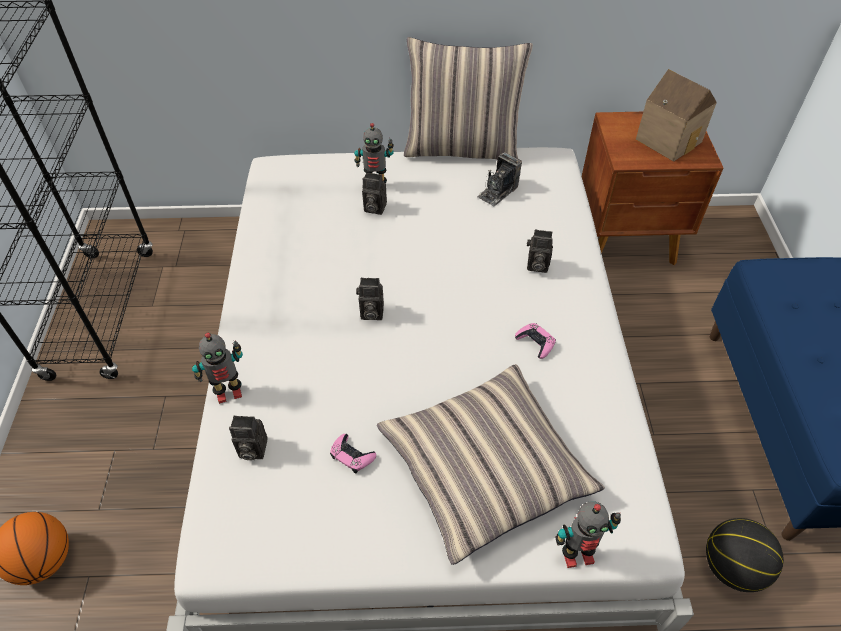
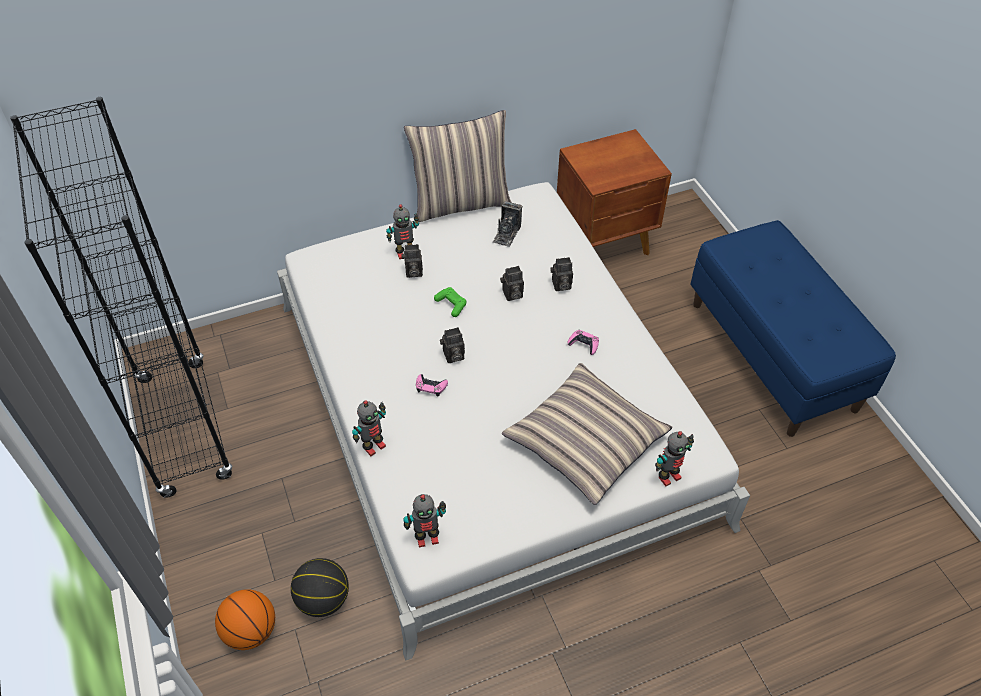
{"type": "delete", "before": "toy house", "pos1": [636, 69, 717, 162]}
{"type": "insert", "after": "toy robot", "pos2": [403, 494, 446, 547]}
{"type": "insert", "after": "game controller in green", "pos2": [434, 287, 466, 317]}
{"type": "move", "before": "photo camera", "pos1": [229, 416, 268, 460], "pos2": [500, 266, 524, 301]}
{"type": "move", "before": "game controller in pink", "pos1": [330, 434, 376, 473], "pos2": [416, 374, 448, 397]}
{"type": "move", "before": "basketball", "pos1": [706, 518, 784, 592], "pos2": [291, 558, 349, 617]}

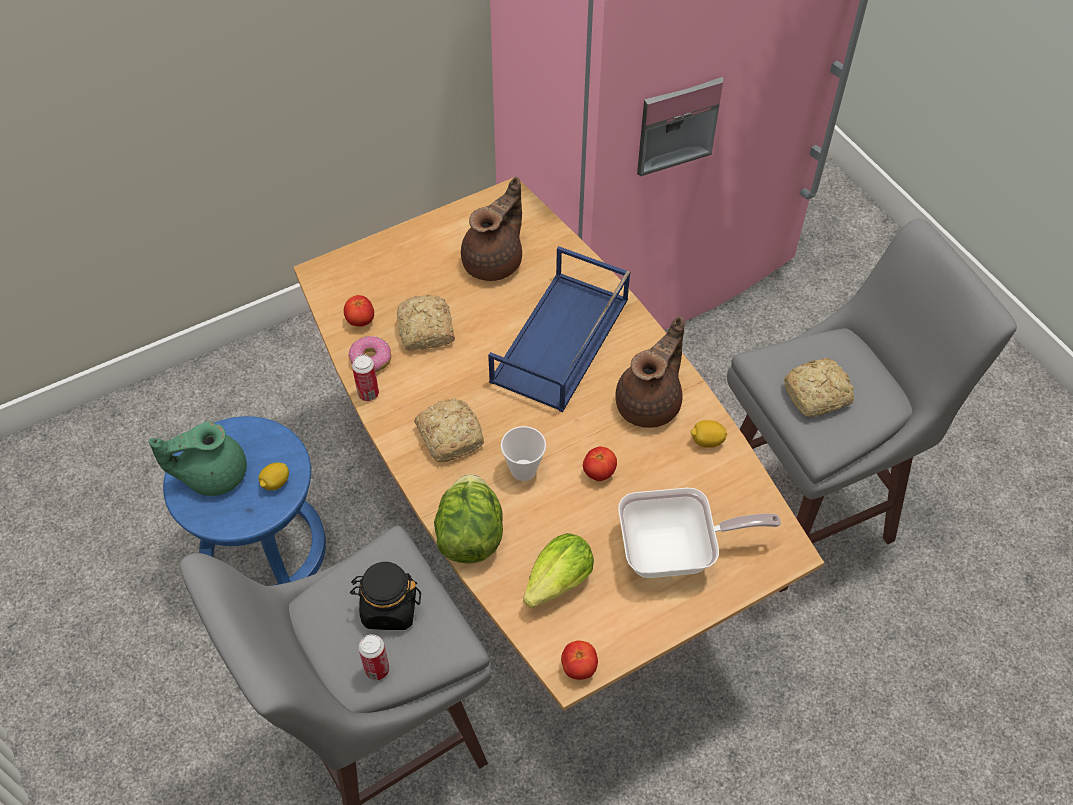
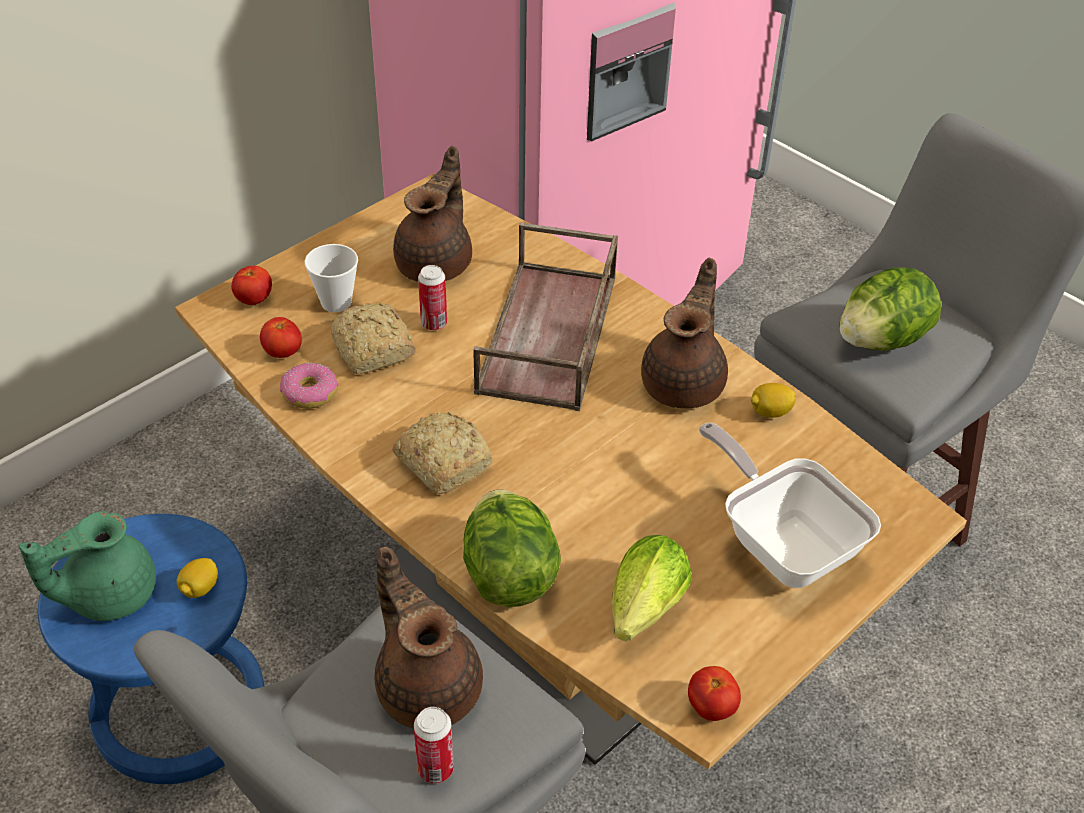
{"type": "move", "before": "can", "pos1": [352, 355, 379, 401], "pos2": [418, 265, 447, 330]}
{"type": "move", "before": "cup", "pos1": [501, 426, 546, 481], "pos2": [305, 244, 358, 312]}
{"type": "move", "before": "tomato", "pos1": [583, 447, 617, 481], "pos2": [231, 266, 272, 305]}
{"type": "replace", "before": "jar in black", "after": "teapot in brown", "pos1": [350, 562, 421, 630], "pos2": [375, 547, 483, 728]}
{"type": "replace", "before": "bread", "after": "lettuce", "pos1": [784, 358, 854, 417], "pos2": [840, 267, 941, 351]}
{"type": "recolor", "before": "tray in blue", "after": "tray in brown", "pos1": [488, 246, 630, 412], "pos2": [473, 223, 618, 411]}
{"type": "rotate", "before": "frying pan", "pos1": [618, 488, 781, 578], "pos2": [699, 423, 881, 588], "turn": -105}

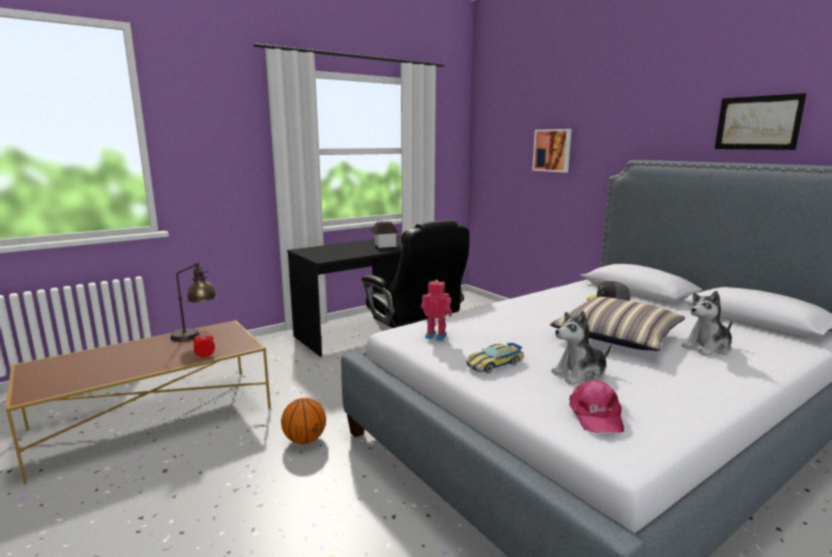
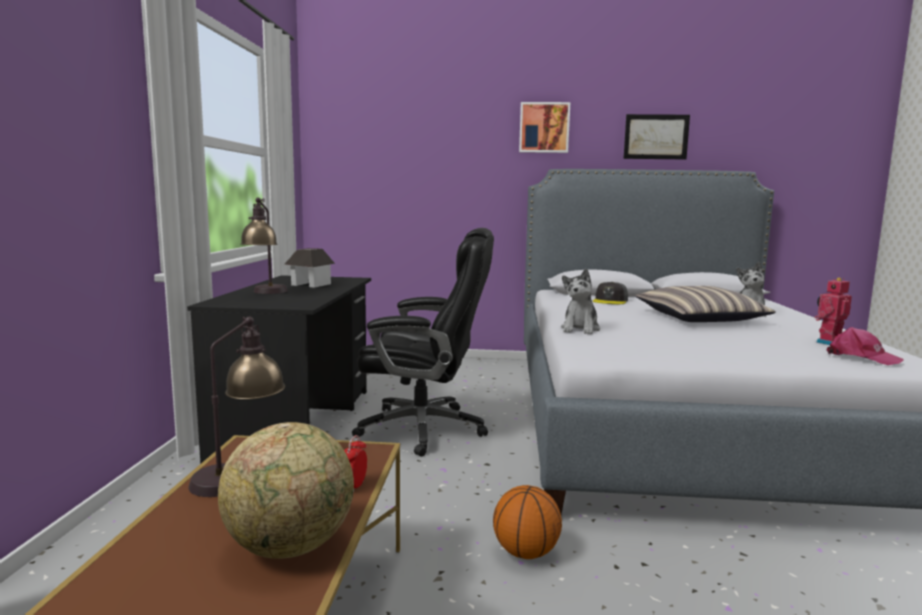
{"type": "delete", "before": "toy car", "pos1": [466, 343, 524, 373]}
{"type": "insert", "after": "globe", "pos2": [218, 422, 354, 559]}
{"type": "insert", "after": "table lamp", "pos2": [241, 197, 288, 294]}
{"type": "move", "before": "toy robot", "pos1": [421, 280, 452, 341], "pos2": [815, 278, 852, 345]}
{"type": "move", "before": "picture", "pos1": [532, 129, 572, 173], "pos2": [519, 102, 570, 153]}
{"type": "move", "before": "plush toy", "pos1": [551, 311, 612, 385], "pos2": [561, 269, 600, 334]}

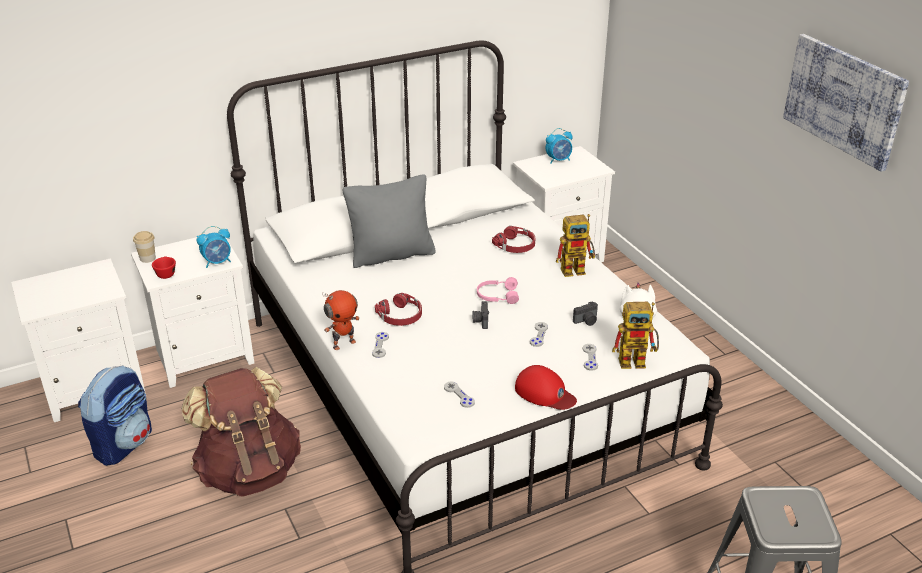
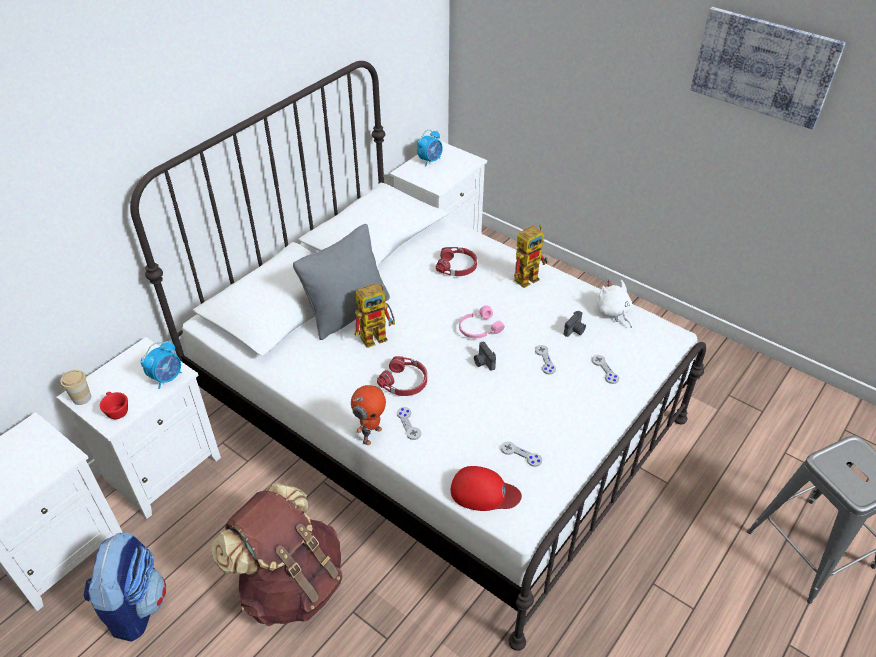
{"type": "move", "before": "cap in red", "pos1": [515, 365, 577, 410], "pos2": [451, 466, 522, 511]}
{"type": "move", "before": "toy robot", "pos1": [612, 302, 659, 369], "pos2": [355, 283, 395, 348]}

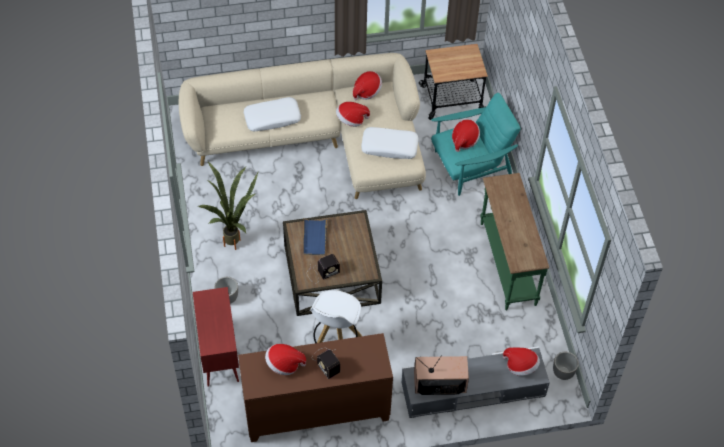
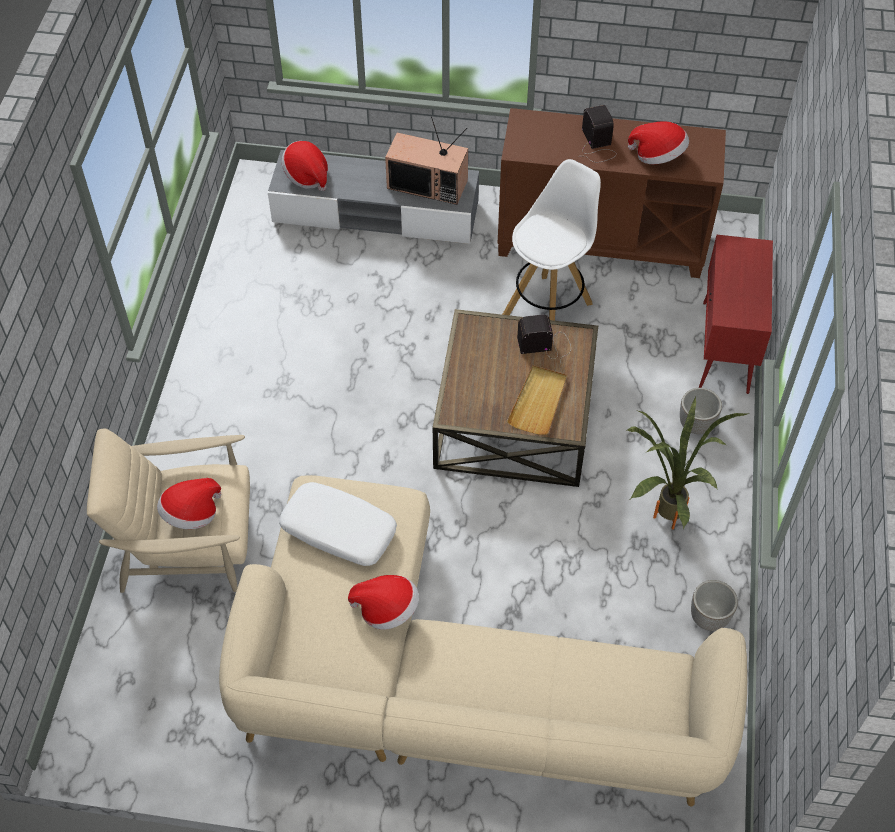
{"type": "delete", "before": "pillow in white", "pos1": [244, 97, 301, 131]}
{"type": "delete", "before": "hat", "pos1": [353, 71, 382, 100]}
{"type": "delete", "before": "cart", "pos1": [419, 44, 488, 120]}
{"type": "delete", "before": "console table in green", "pos1": [480, 173, 549, 310]}
{"type": "move", "before": "planter", "pos1": [553, 352, 579, 380], "pos2": [691, 580, 738, 631]}
{"type": "recolor", "before": "tray in blue", "after": "tray in beige", "pos1": [304, 218, 328, 255], "pos2": [507, 365, 567, 435]}
{"type": "recolor", "before": "armchair in turquoise", "after": "armchair in beige", "pos1": [431, 93, 521, 196], "pos2": [87, 429, 250, 593]}

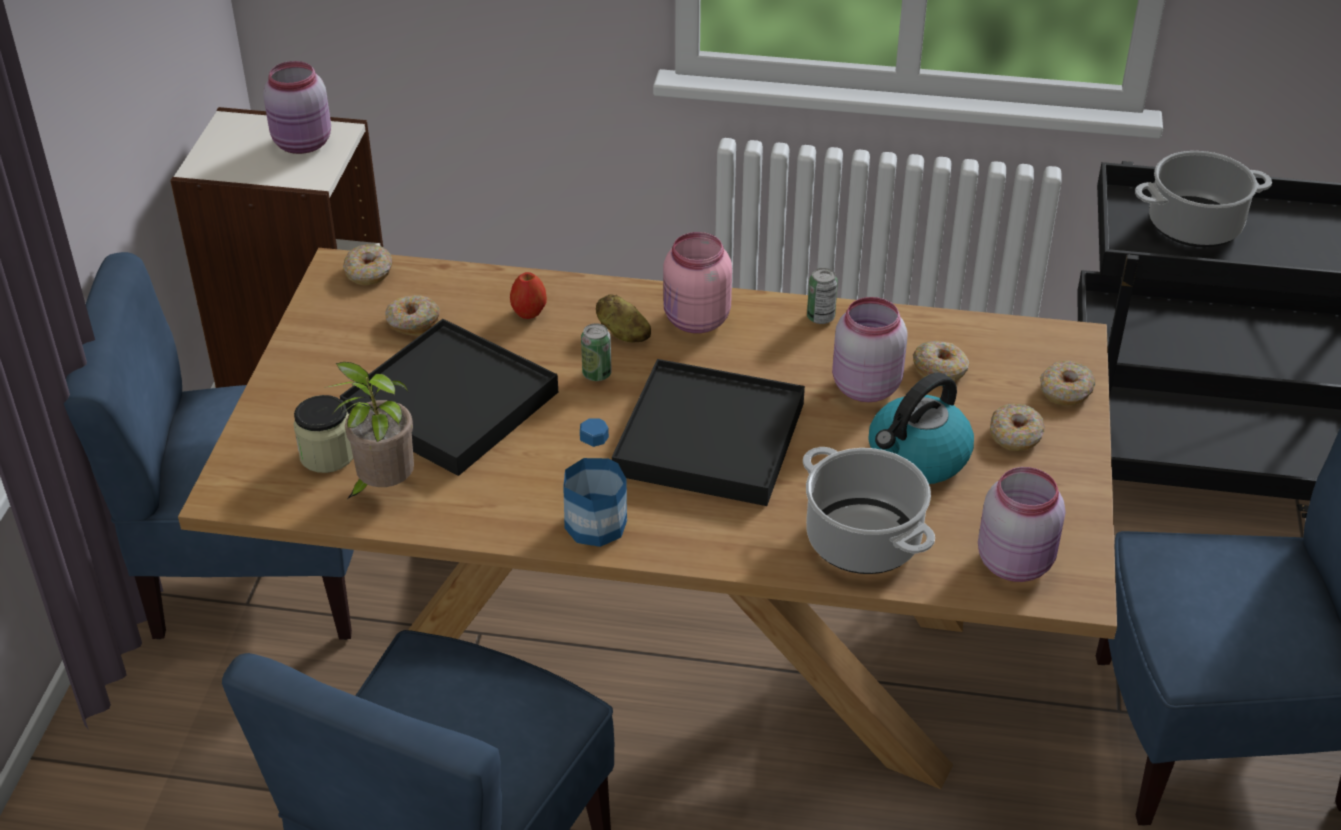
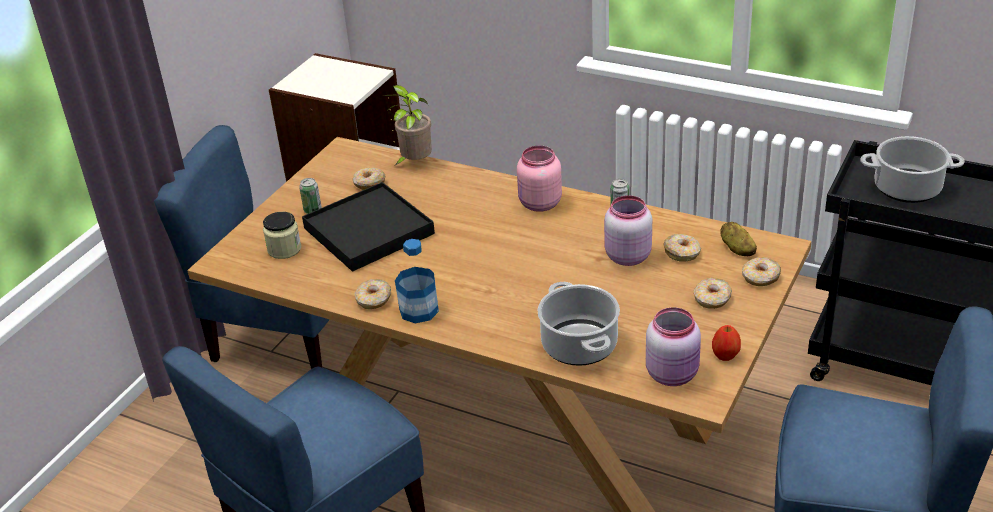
{"type": "delete", "before": "jar in pink", "pos1": [263, 61, 331, 154]}
{"type": "delete", "before": "tray in black", "pos1": [612, 359, 805, 506]}
{"type": "delete", "before": "kettle", "pos1": [868, 372, 974, 484]}
{"type": "move", "before": "potted plant", "pos1": [324, 362, 414, 499], "pos2": [383, 85, 432, 165]}
{"type": "move", "before": "donut", "pos1": [343, 244, 392, 285], "pos2": [354, 279, 391, 309]}
{"type": "move", "before": "apple", "pos1": [510, 272, 547, 319], "pos2": [712, 325, 741, 361]}
{"type": "move", "before": "can", "pos1": [581, 323, 612, 381], "pos2": [299, 178, 322, 214]}
{"type": "move", "before": "potato", "pos1": [596, 294, 651, 342], "pos2": [720, 222, 757, 256]}

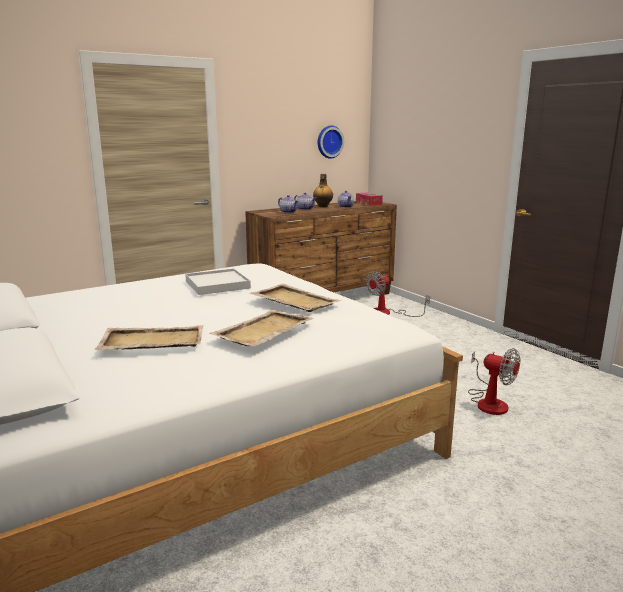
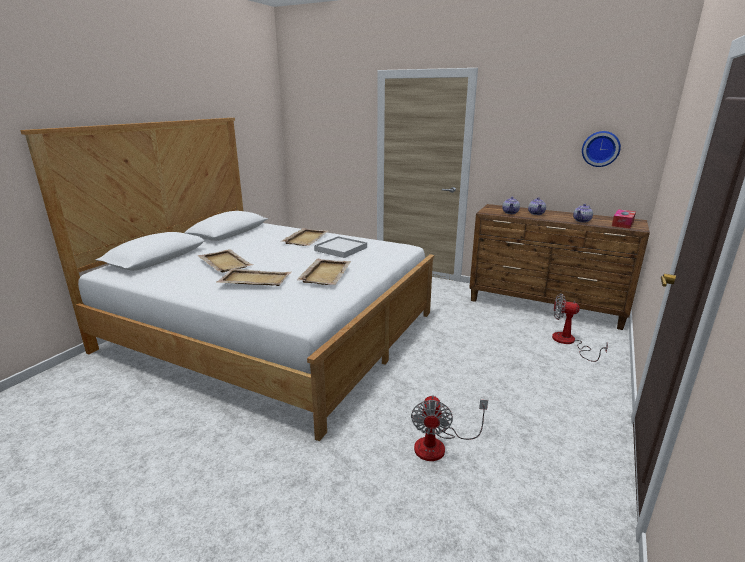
{"type": "delete", "before": "bottle", "pos1": [313, 174, 333, 207]}
{"type": "insert", "after": "tray in beige", "pos2": [281, 228, 328, 246]}

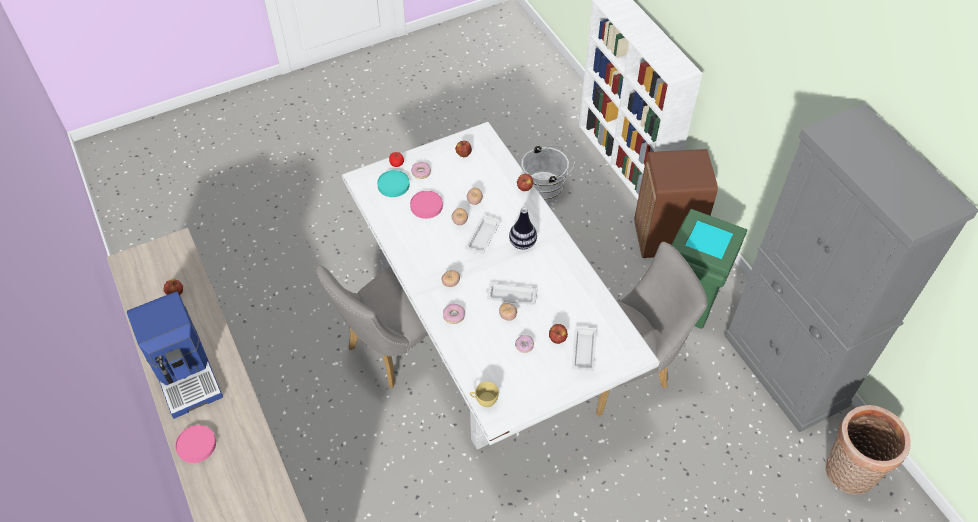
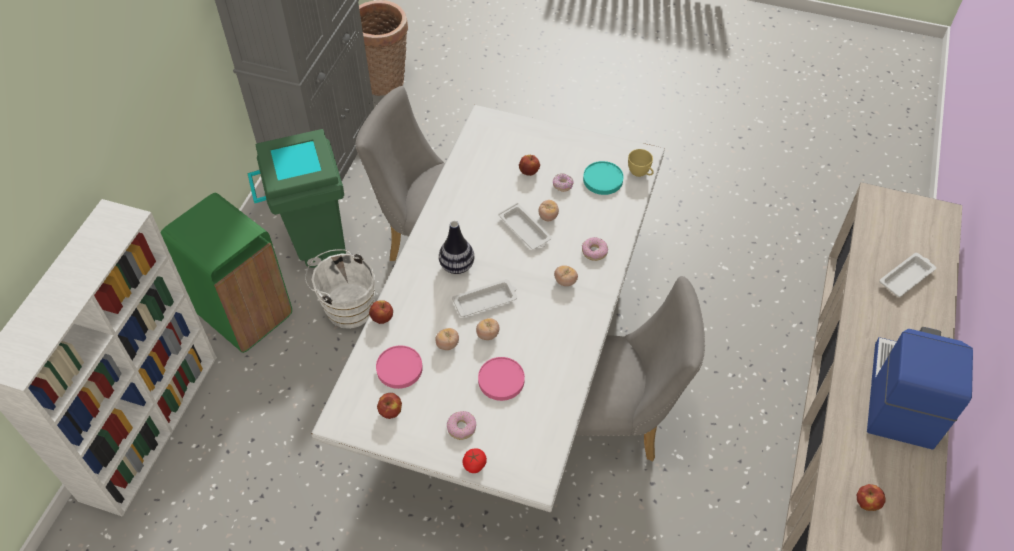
{"type": "move", "before": "plate in pink", "pos1": [175, 425, 216, 463], "pos2": [376, 346, 423, 389]}
{"type": "move", "before": "plate in turquoise", "pos1": [377, 170, 410, 197], "pos2": [583, 161, 624, 195]}
{"type": "move", "before": "bucket in white", "pos1": [521, 145, 575, 203], "pos2": [305, 249, 375, 329]}
{"type": "move", "before": "tray in white", "pos1": [572, 326, 597, 373], "pos2": [879, 253, 936, 297]}
{"type": "recolor", "before": "trash can in brown", "after": "trash can in green", "pos1": [635, 149, 718, 258], "pos2": [161, 193, 292, 353]}

